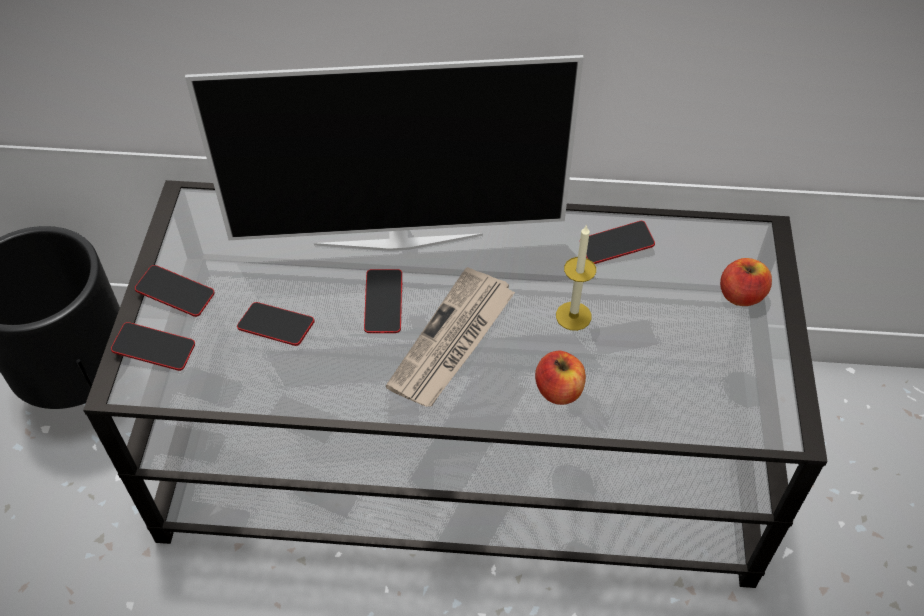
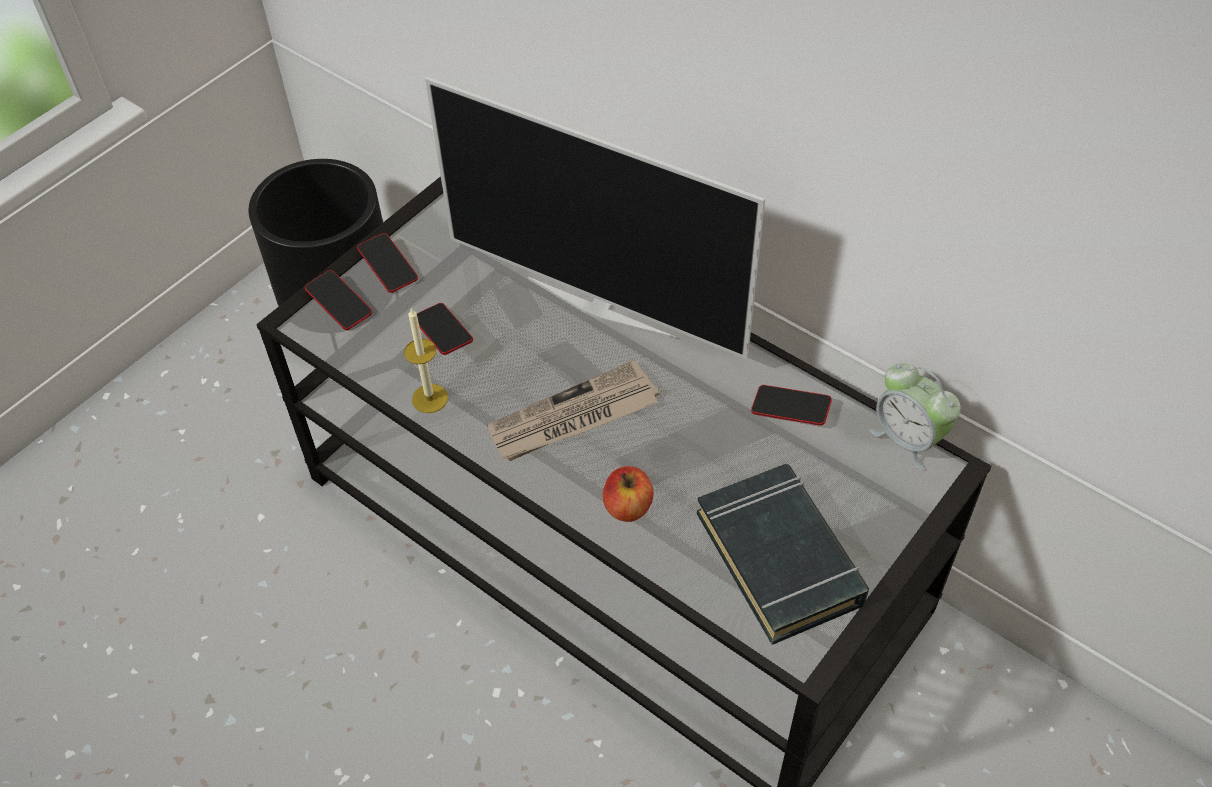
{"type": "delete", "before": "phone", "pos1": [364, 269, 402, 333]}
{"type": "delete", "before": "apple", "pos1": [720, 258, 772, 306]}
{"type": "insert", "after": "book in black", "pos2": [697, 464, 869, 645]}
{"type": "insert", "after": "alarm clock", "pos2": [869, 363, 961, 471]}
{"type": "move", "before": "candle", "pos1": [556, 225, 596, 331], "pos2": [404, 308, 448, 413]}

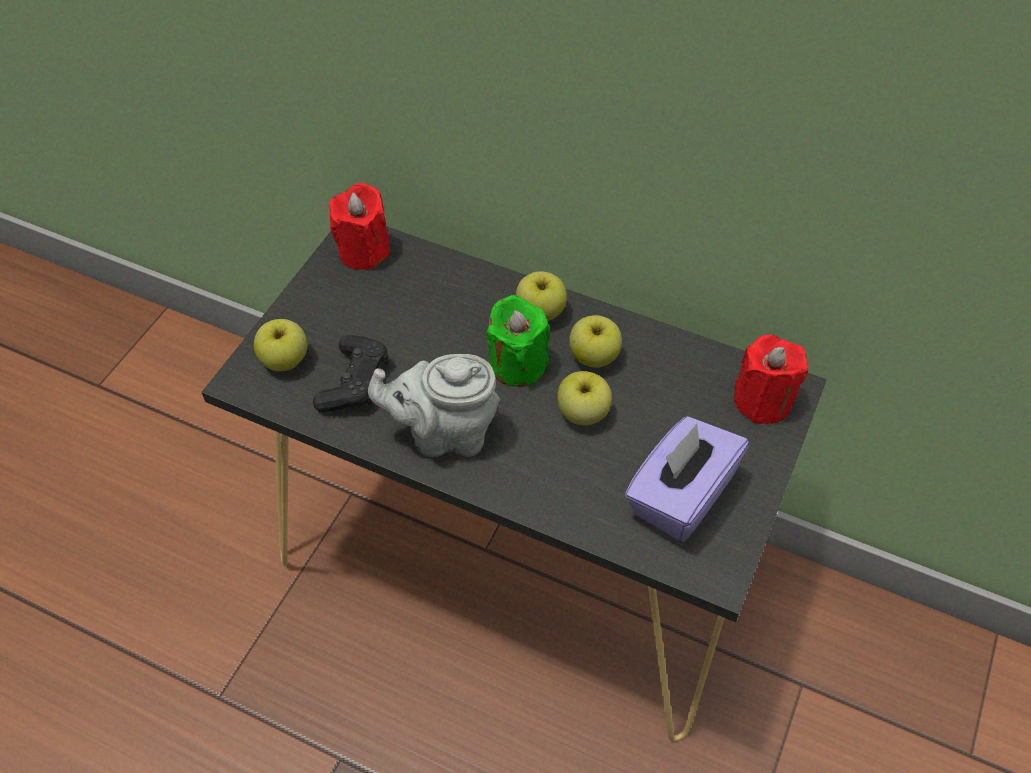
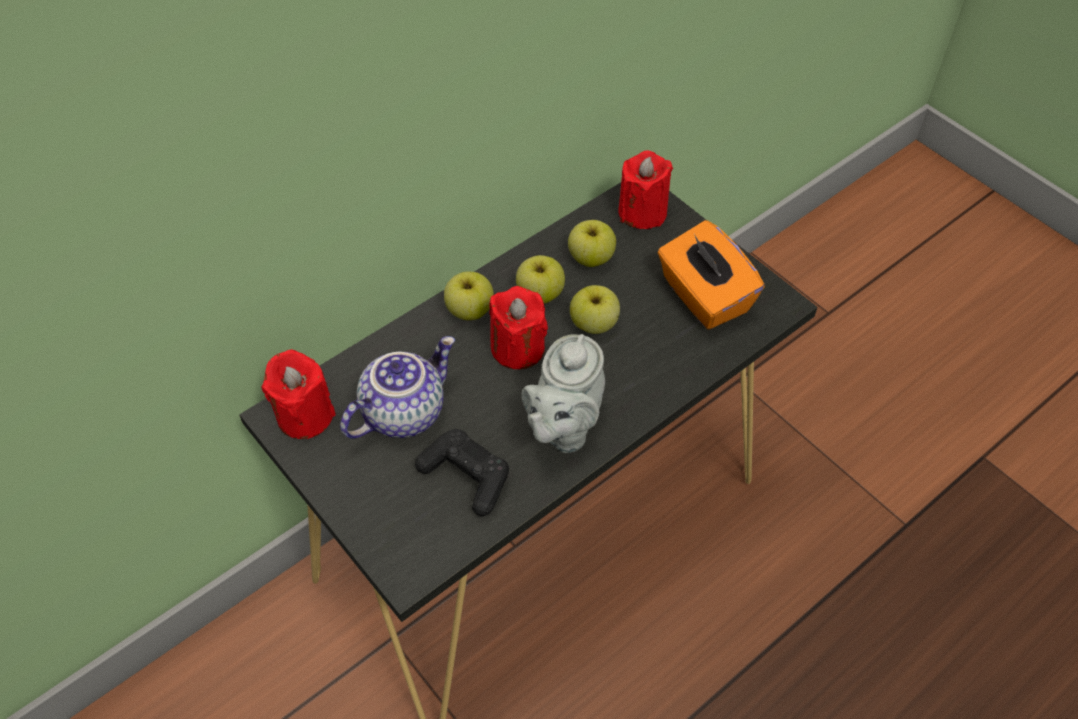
{"type": "insert", "after": "teapot", "pos2": [340, 336, 455, 439]}
{"type": "move", "before": "apple", "pos1": [254, 319, 307, 371], "pos2": [568, 220, 616, 267]}
{"type": "recolor", "before": "candle in green", "after": "candle in red", "pos1": [486, 295, 550, 387], "pos2": [489, 286, 548, 369]}
{"type": "recolor", "before": "tissue box in purple", "after": "tissue box in orange", "pos1": [625, 416, 749, 542], "pos2": [657, 220, 765, 329]}

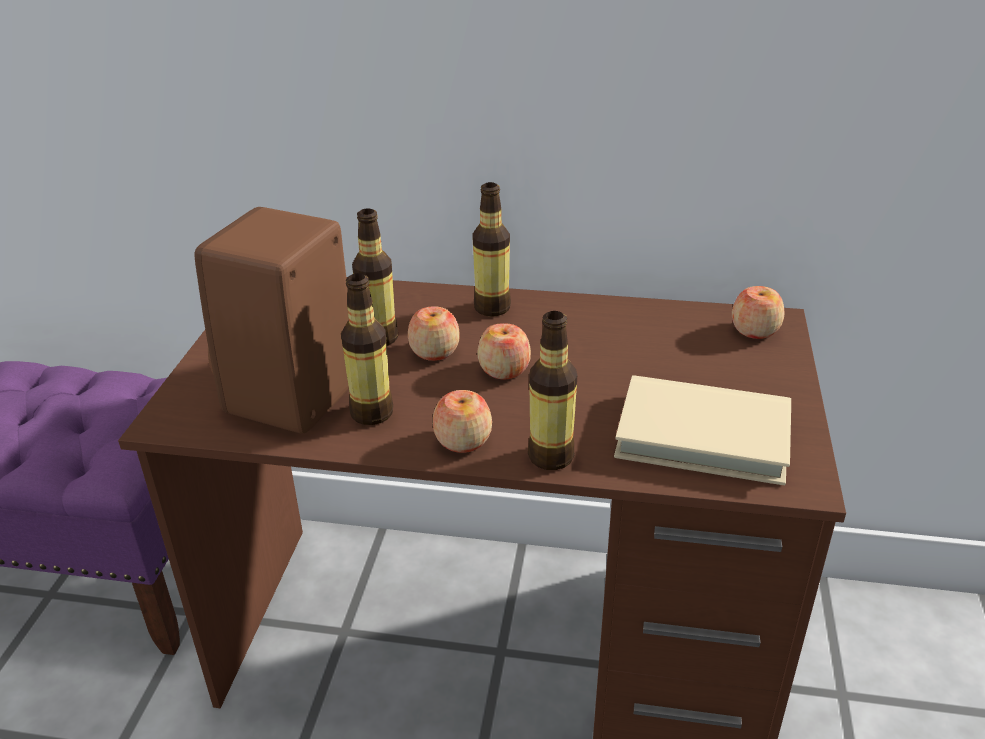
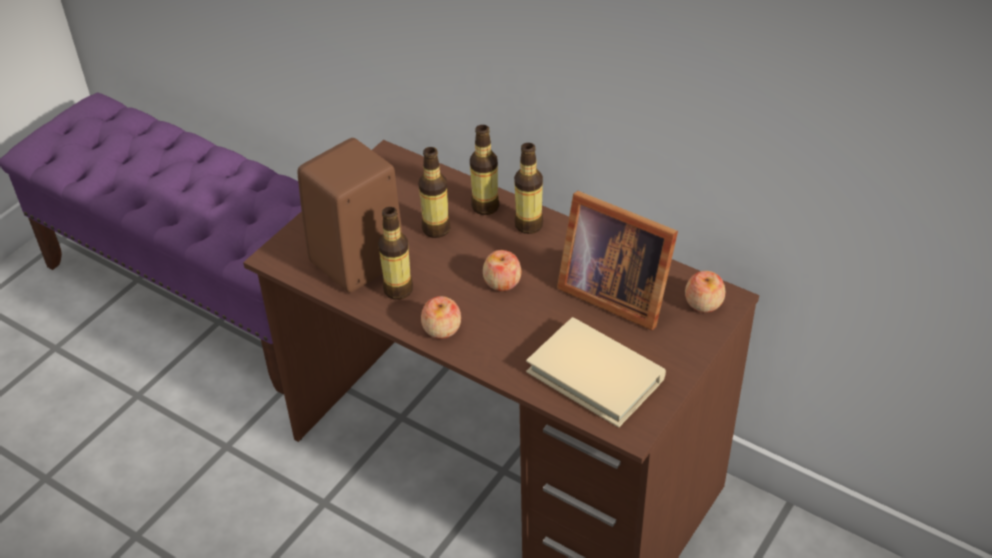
{"type": "delete", "before": "apple", "pos1": [408, 306, 460, 361]}
{"type": "insert", "after": "picture frame", "pos2": [557, 191, 678, 330]}
{"type": "move", "before": "bottle", "pos1": [528, 311, 577, 470], "pos2": [470, 125, 499, 215]}

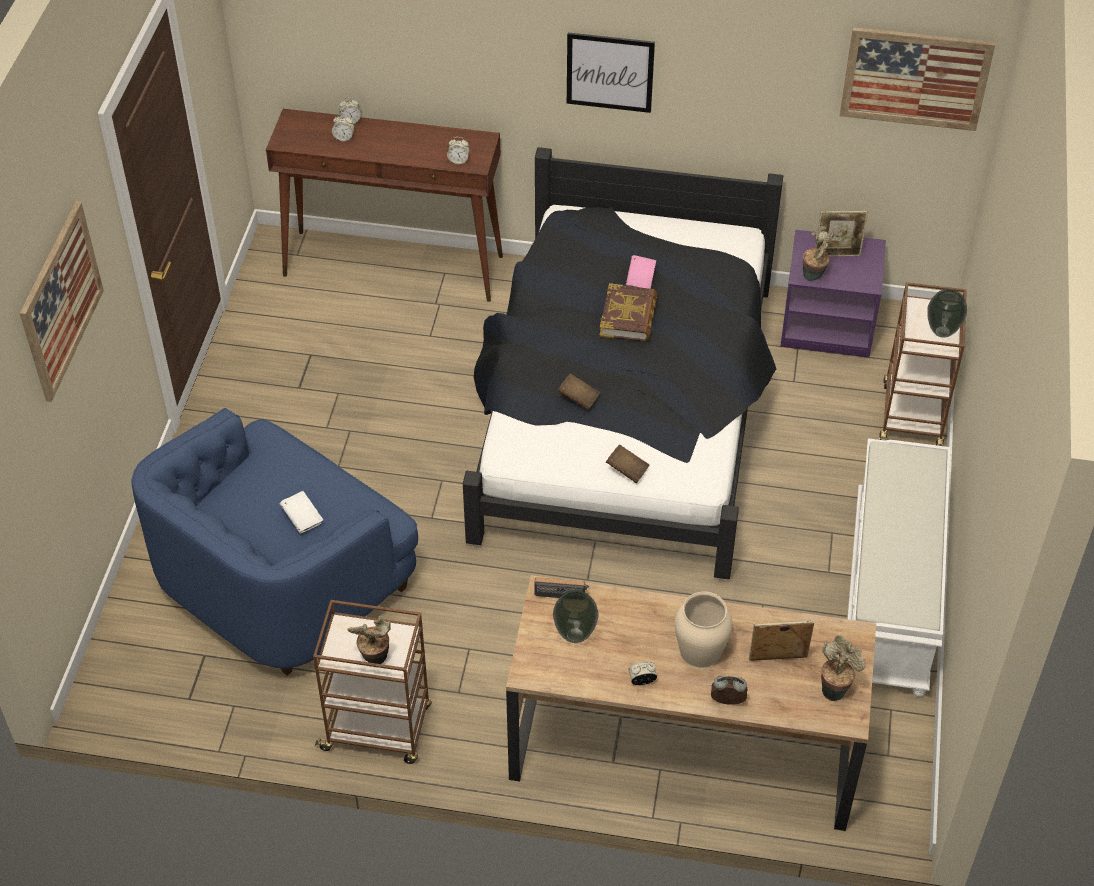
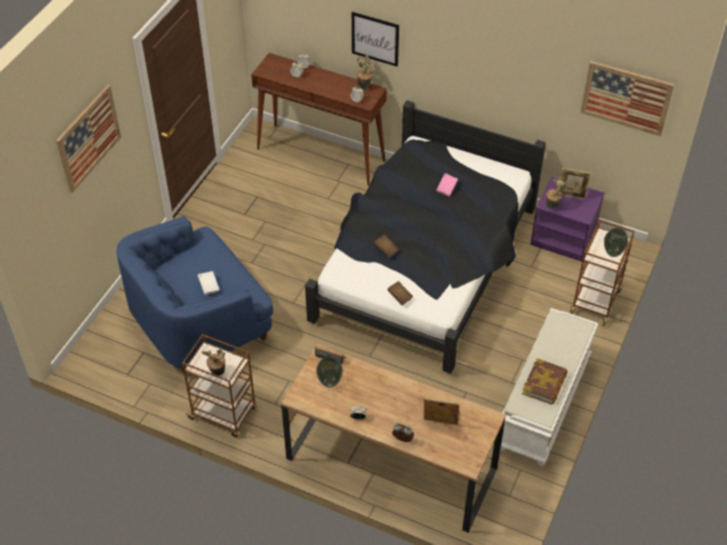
{"type": "delete", "before": "vase in beige", "pos1": [675, 592, 732, 667]}
{"type": "move", "before": "picture", "pos1": [567, 32, 655, 113], "pos2": [352, 12, 399, 67]}
{"type": "move", "before": "book", "pos1": [599, 283, 657, 342], "pos2": [522, 358, 568, 405]}
{"type": "move", "before": "potted plant", "pos1": [821, 635, 865, 701], "pos2": [357, 55, 375, 90]}

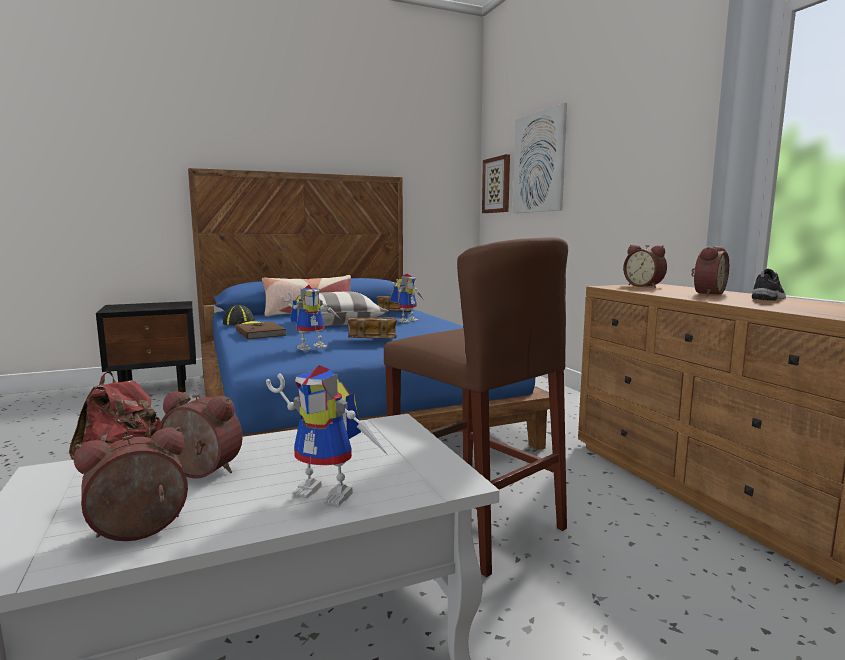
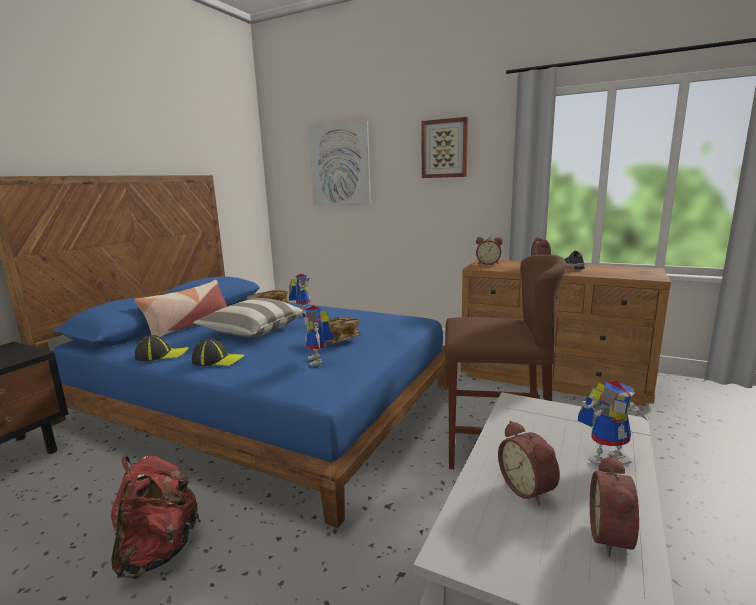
{"type": "move", "before": "picture", "pos1": [482, 154, 510, 213], "pos2": [421, 117, 468, 178]}
{"type": "replace", "before": "book in brown", "after": "cap", "pos1": [236, 322, 287, 339], "pos2": [192, 339, 245, 366]}
{"type": "rotate", "before": "alarm clock", "pos1": [159, 391, 243, 479], "pos2": [498, 421, 560, 505], "turn": -90}
{"type": "rotate", "before": "toy robot", "pos1": [281, 284, 341, 351], "pos2": [302, 306, 334, 366], "turn": 150}

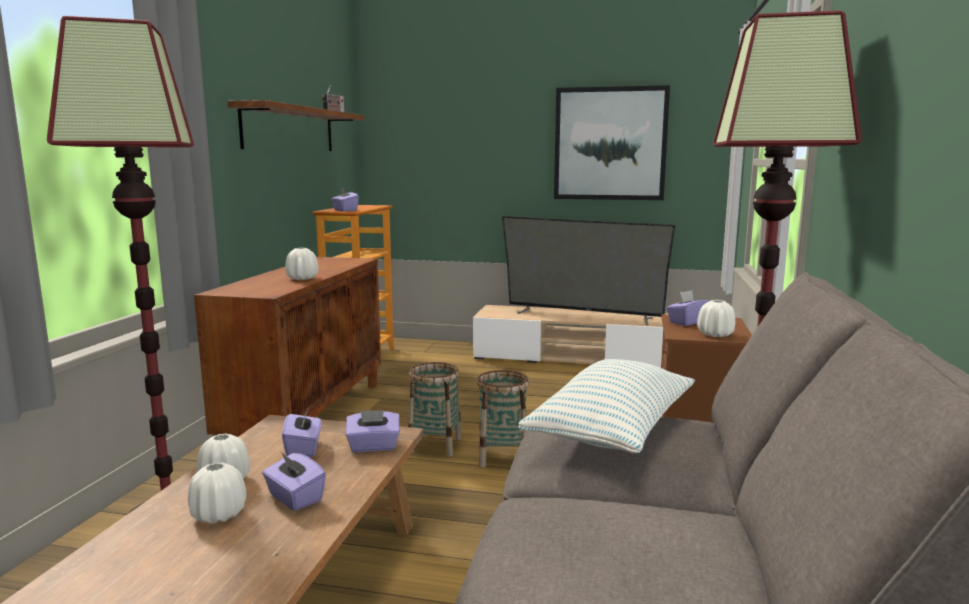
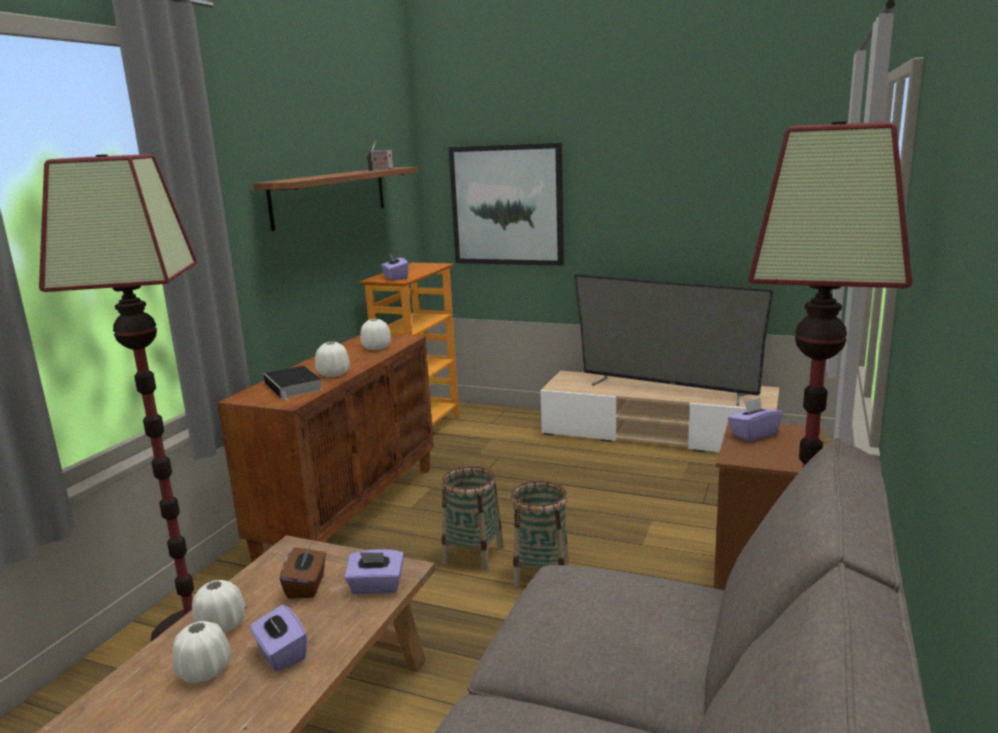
{"type": "delete", "before": "pillow", "pos1": [519, 359, 695, 453]}
{"type": "insert", "after": "book", "pos2": [264, 366, 323, 401]}
{"type": "move", "before": "picture", "pos1": [554, 85, 670, 200], "pos2": [449, 143, 564, 266]}
{"type": "move", "before": "vase in white", "pos1": [697, 300, 735, 337], "pos2": [360, 319, 391, 350]}
{"type": "recolor", "before": "tissue box in purple", "after": "tissue box in brown", "pos1": [282, 407, 321, 457], "pos2": [280, 544, 326, 599]}

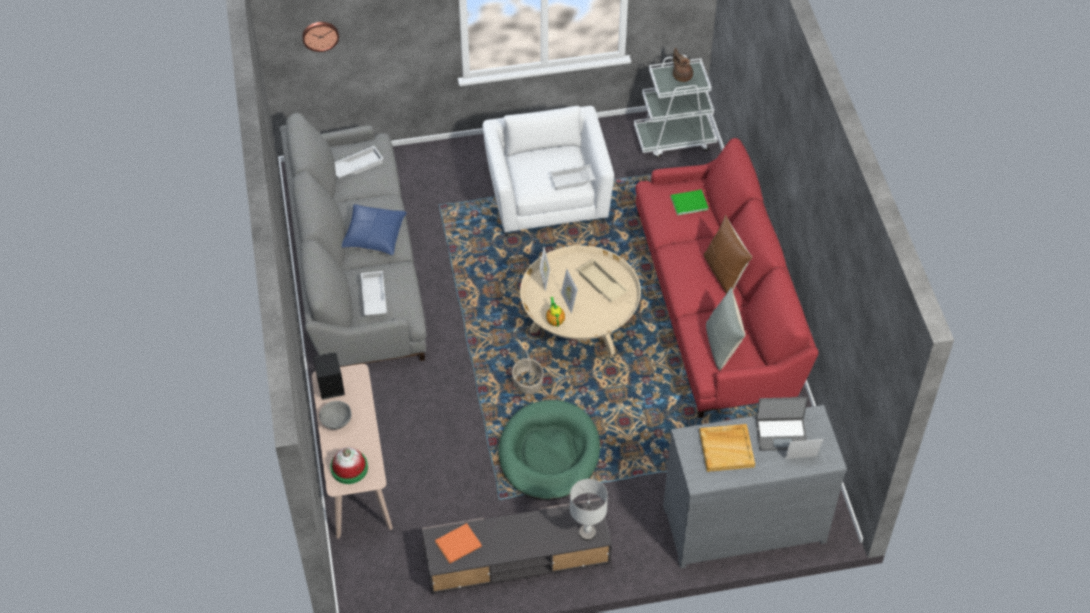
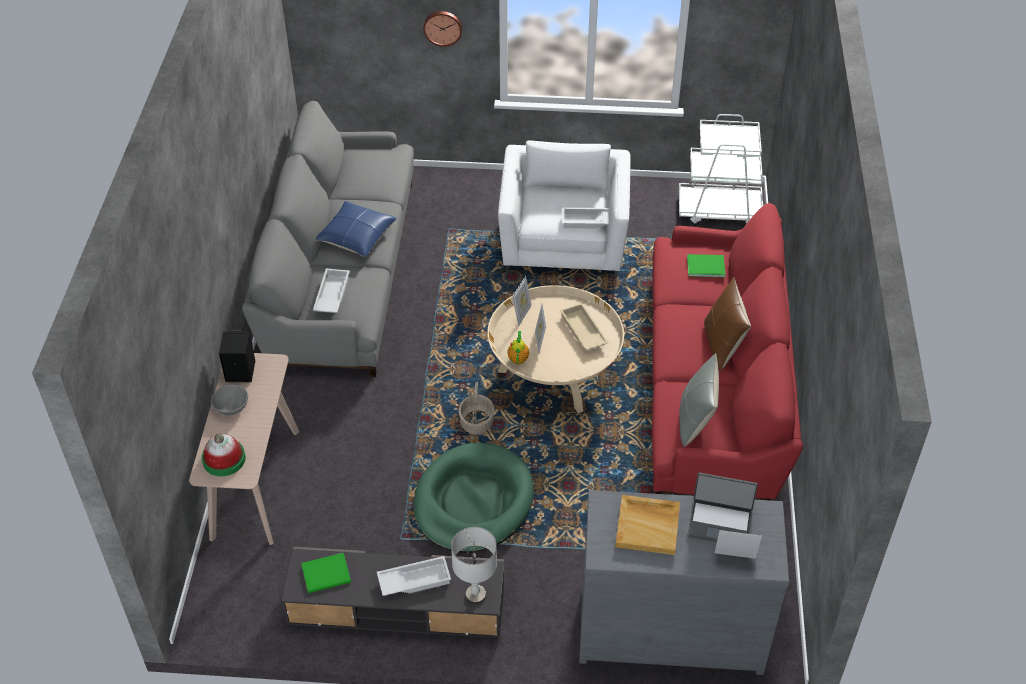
{"type": "delete", "before": "teapot in brown", "pos1": [673, 48, 693, 82]}
{"type": "move", "before": "wall clock", "pos1": [302, 22, 339, 52], "pos2": [423, 11, 462, 47]}
{"type": "move", "before": "tray in white", "pos1": [334, 146, 384, 178], "pos2": [377, 556, 451, 596]}
{"type": "recolor", "before": "book in orange", "after": "book in green", "pos1": [435, 523, 482, 564], "pos2": [301, 553, 351, 593]}

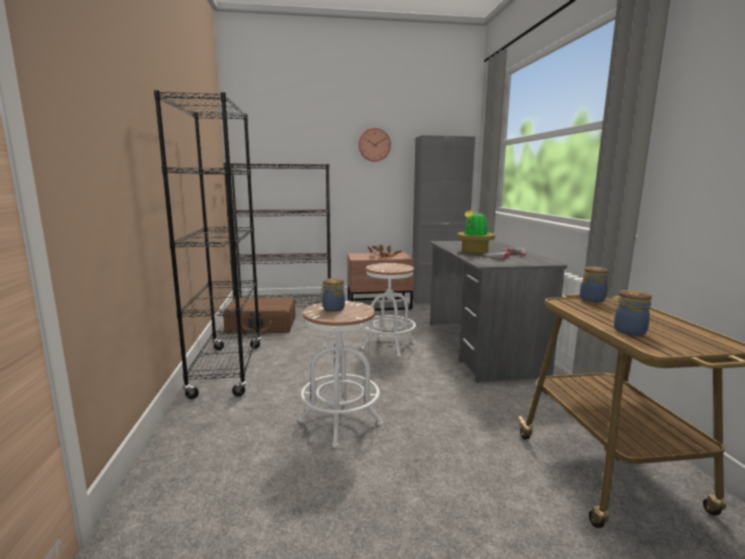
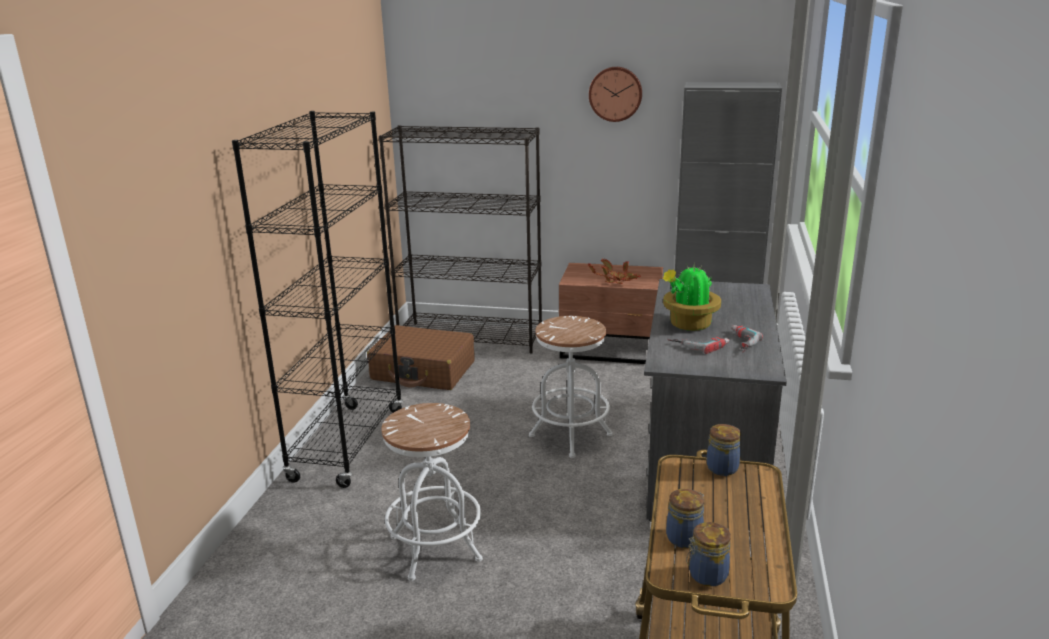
{"type": "move", "before": "jar", "pos1": [321, 278, 345, 312], "pos2": [686, 522, 731, 586]}

